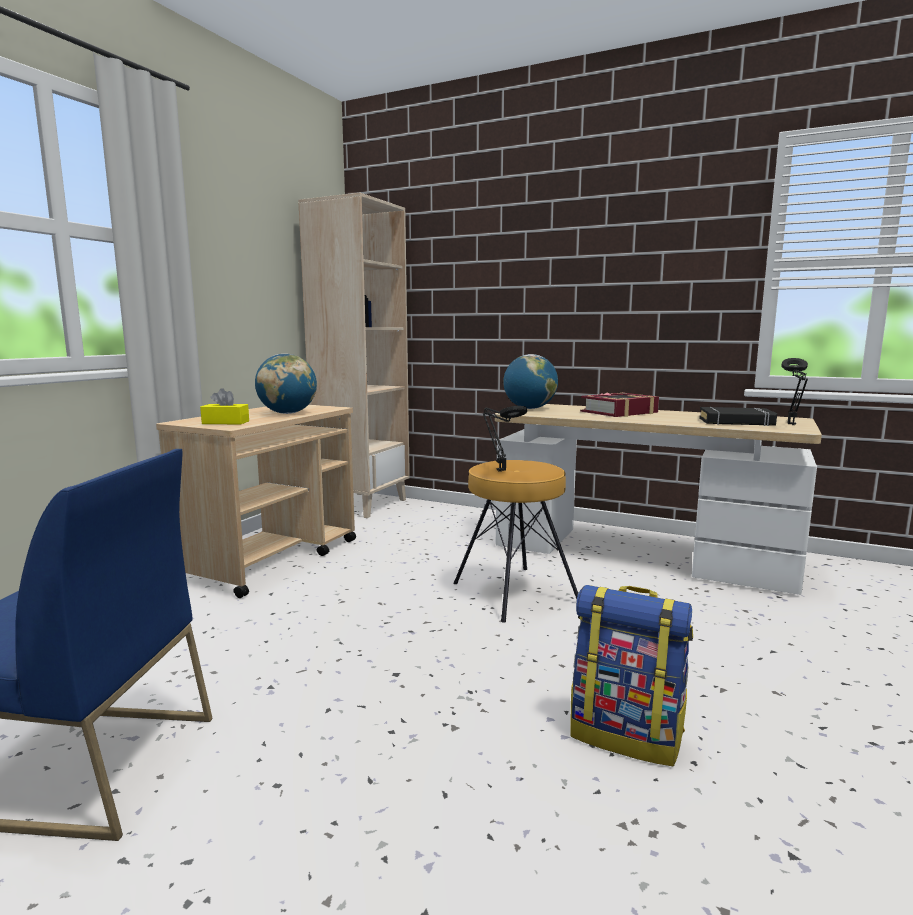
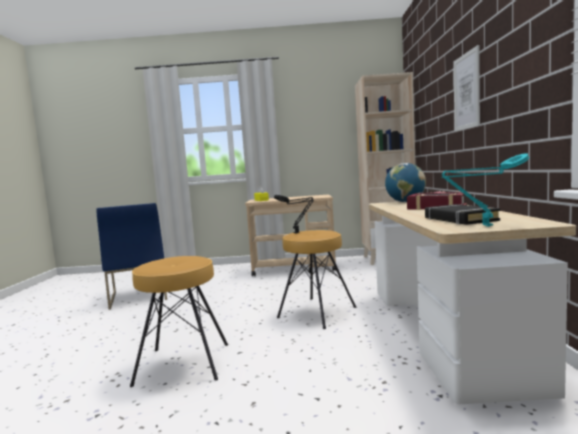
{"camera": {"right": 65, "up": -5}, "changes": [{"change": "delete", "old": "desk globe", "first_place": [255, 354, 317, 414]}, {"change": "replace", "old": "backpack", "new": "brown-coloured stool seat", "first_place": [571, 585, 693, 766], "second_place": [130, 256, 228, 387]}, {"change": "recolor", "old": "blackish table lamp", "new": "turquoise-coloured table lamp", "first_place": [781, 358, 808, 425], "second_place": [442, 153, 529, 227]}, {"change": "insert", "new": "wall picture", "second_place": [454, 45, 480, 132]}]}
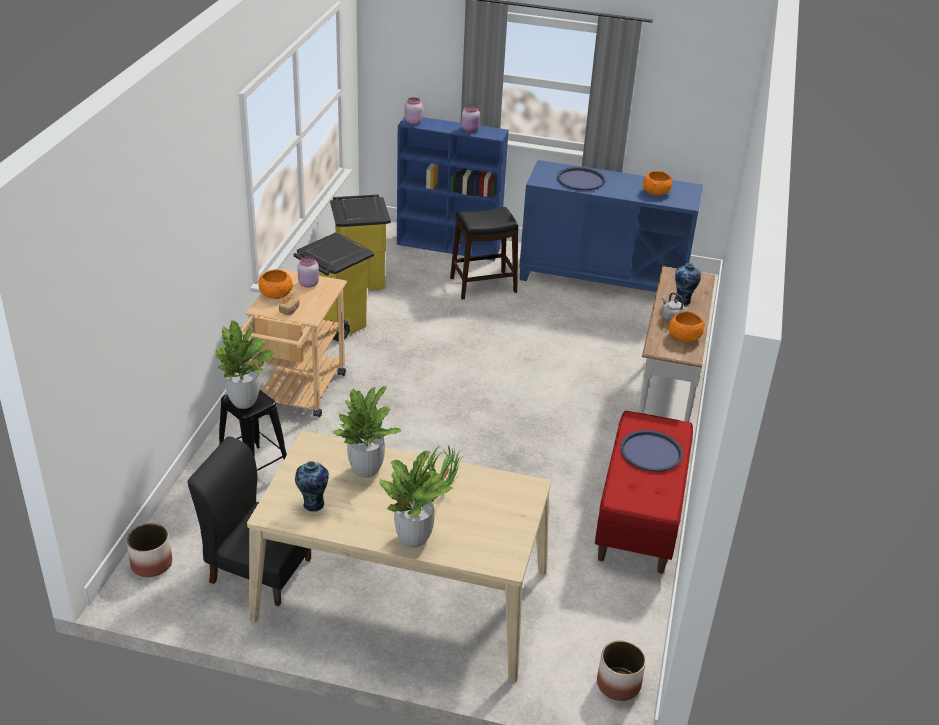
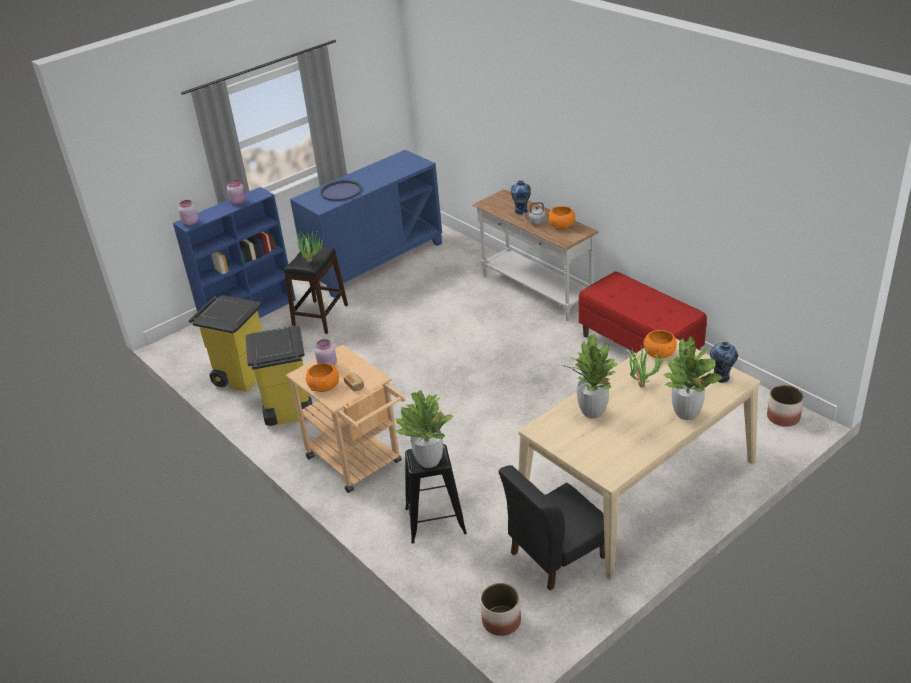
{"camera": {"right": -50, "up": 0}, "changes": [{"change": "move", "old": "flower vase", "first_place": [295, 461, 329, 512], "second_place": [710, 341, 738, 383]}, {"change": "delete", "old": "blue serving tray", "first_place": [620, 430, 683, 472]}, {"change": "move", "old": "orange deep dish", "first_place": [642, 171, 672, 195], "second_place": [644, 330, 677, 359]}, {"change": "insert", "new": "houseplant", "second_place": [297, 230, 324, 263]}]}
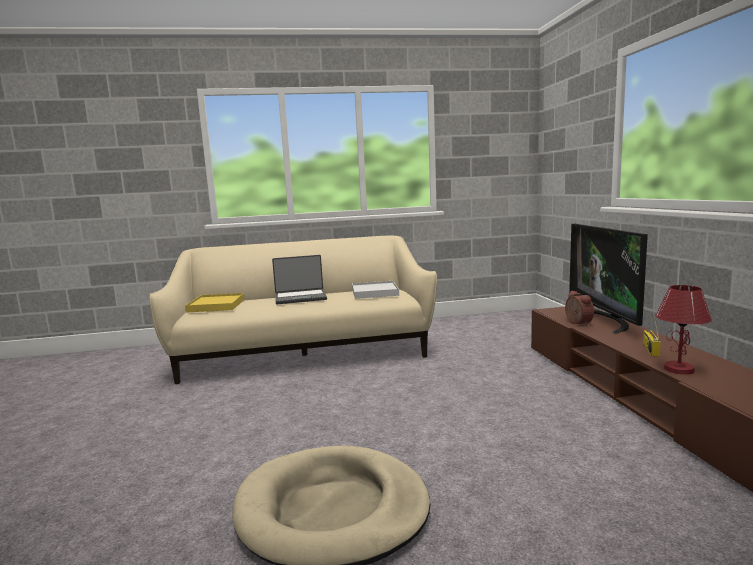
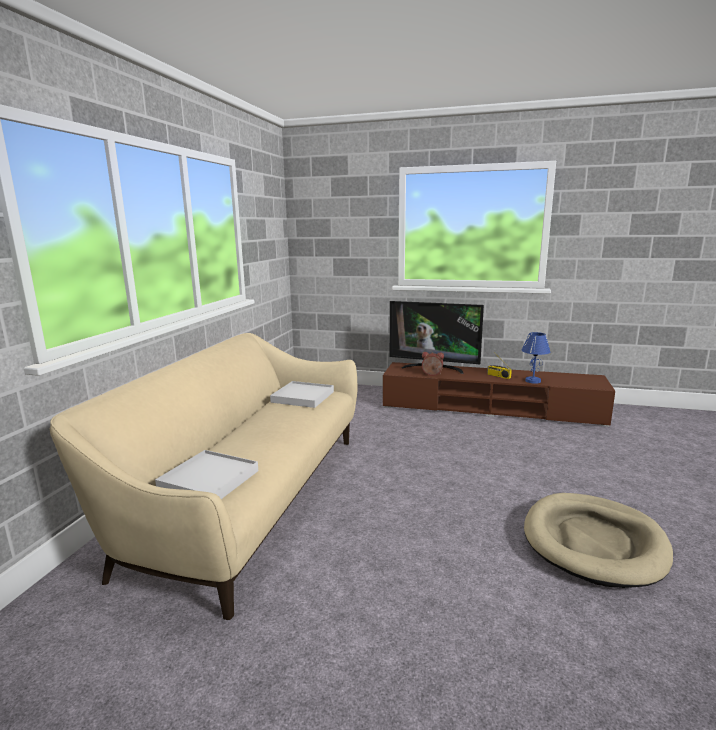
{"camera": {"right": -65, "up": 5}, "changes": [{"change": "recolor", "old": "yellow serving tray", "new": "white-coloured serving tray", "first_place": [185, 293, 245, 313], "second_place": [155, 450, 258, 499]}, {"change": "delete", "old": "notebook computer", "first_place": [272, 255, 327, 304]}, {"change": "recolor", "old": "red-coloured table lamp", "new": "blue table lamp", "first_place": [656, 285, 712, 375], "second_place": [522, 332, 550, 384]}]}
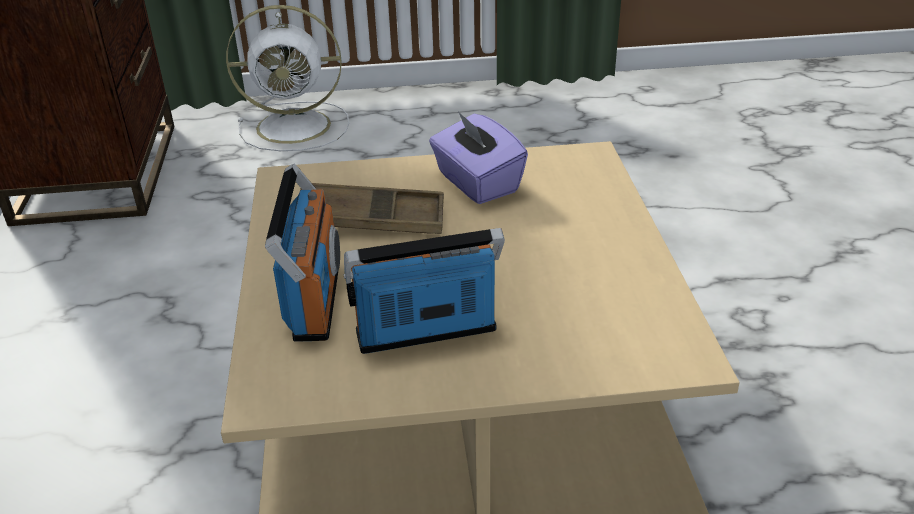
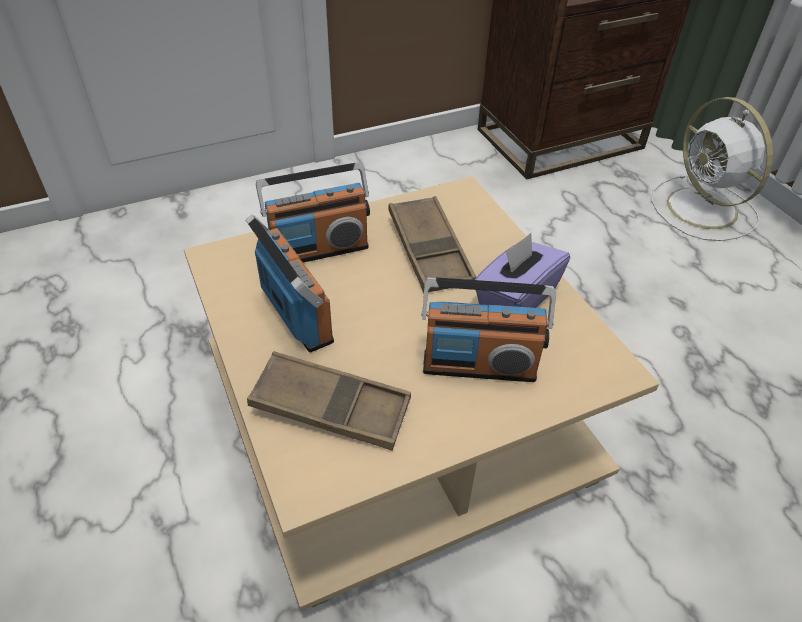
{"camera": {"right": 70, "up": 10}, "changes": [{"change": "insert", "new": "brown-coloured serving tray", "second_place": [247, 351, 411, 451]}, {"change": "insert", "new": "radio", "second_place": [421, 277, 556, 382]}]}
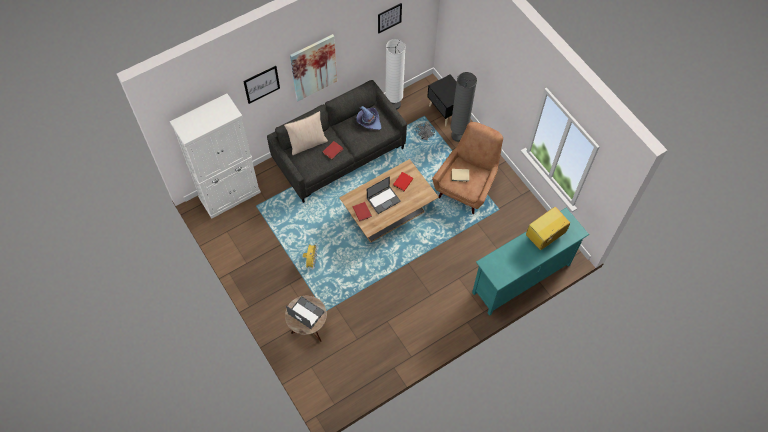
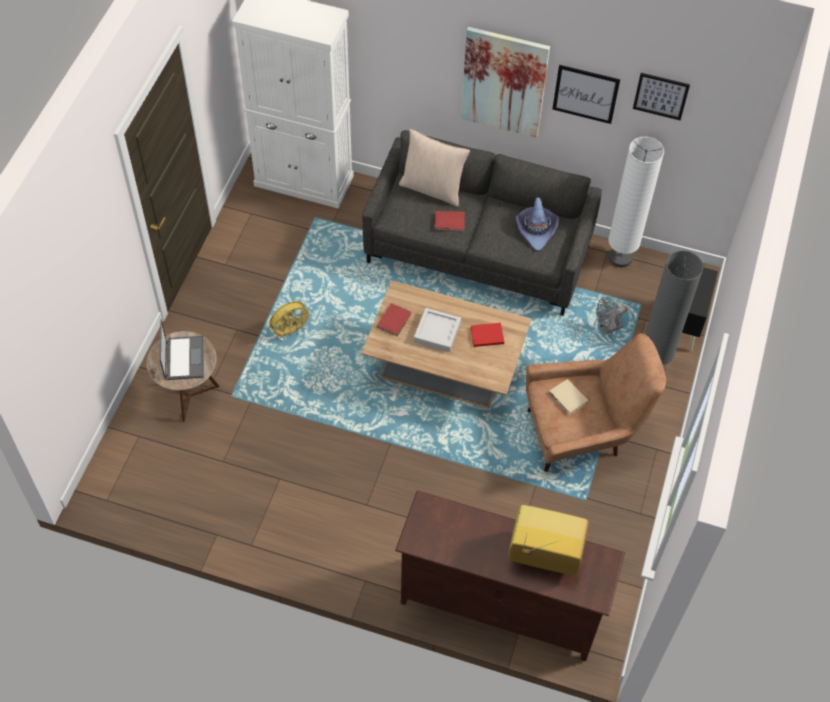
{"camera": {"right": 50, "up": -5}, "changes": [{"change": "move", "old": "wall picture", "first_place": [243, 66, 280, 104], "second_place": [552, 65, 620, 124]}, {"change": "replace", "old": "notebook computer", "new": "gray serving tray", "first_place": [367, 176, 401, 214], "second_place": [414, 308, 461, 352]}, {"change": "recolor", "old": "turquoise-coloured tv stand", "new": "brown-coloured tv stand", "first_place": [472, 208, 589, 316], "second_place": [395, 490, 625, 661]}]}
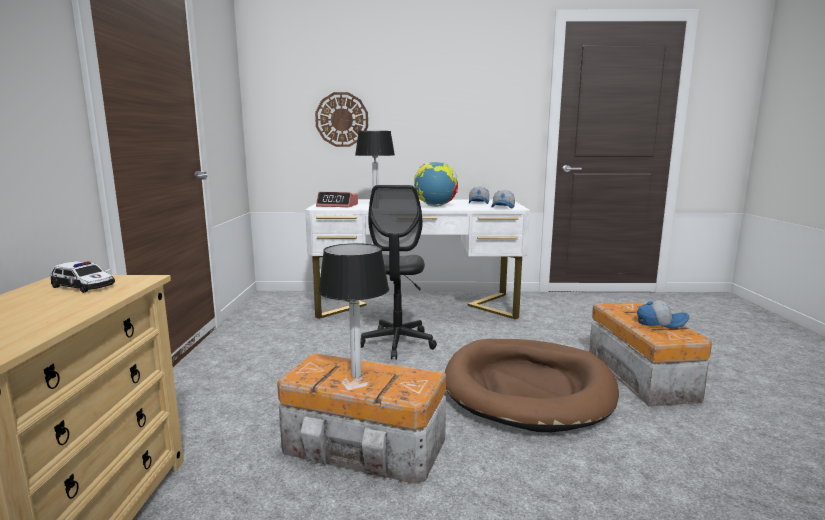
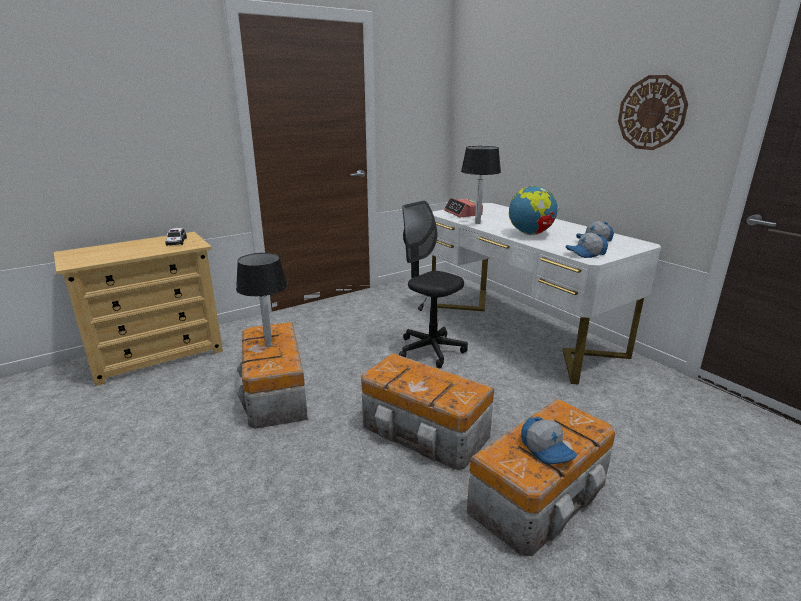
{"camera": {"right": 55, "up": 10}, "changes": [{"change": "move", "old": "clock on the wall", "first_place": [315, 92, 368, 147], "second_place": [618, 75, 688, 150]}, {"change": "rotate", "old": "blackish desk chair", "first_place": [360, 185, 437, 360], "second_place": [399, 200, 468, 368], "degrees": 75}, {"change": "replace", "old": "brown-coloured dog bed", "new": "storage container", "first_place": [445, 339, 619, 432], "second_place": [361, 353, 494, 470]}]}
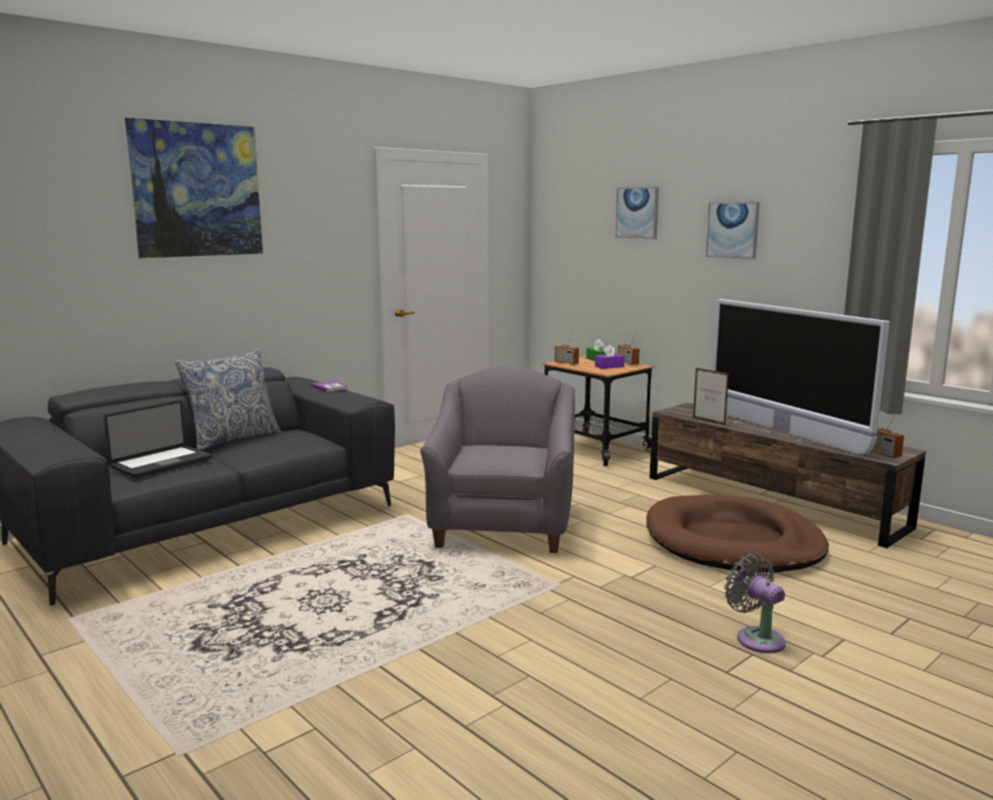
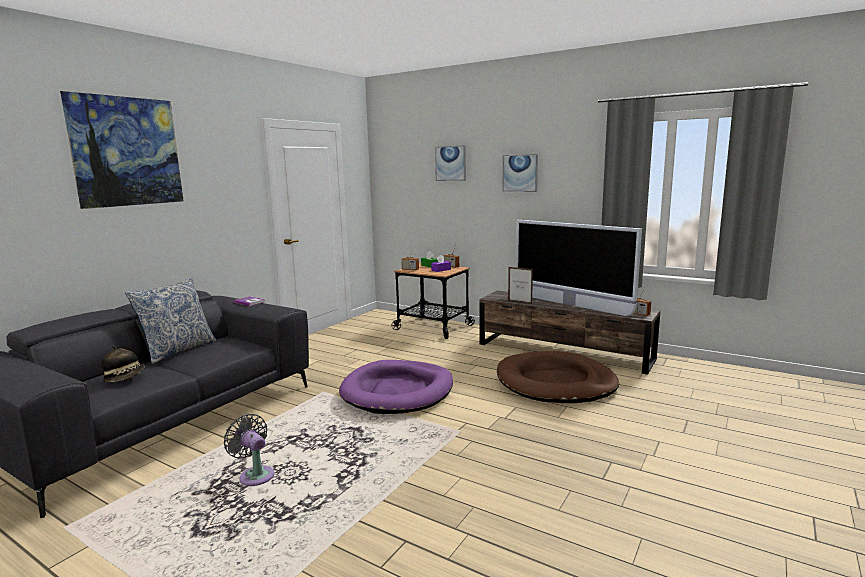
{"camera": {"right": -15, "up": 0}, "changes": [{"change": "replace", "old": "notebook computer", "new": "clothing hat", "first_place": [104, 400, 212, 478], "second_place": [102, 346, 145, 382]}, {"change": "replace", "old": "gray lounge chair", "new": "purplish dog bed", "first_place": [420, 367, 575, 553], "second_place": [339, 360, 453, 414]}, {"change": "move", "old": "gray fan", "first_place": [724, 553, 786, 653], "second_place": [224, 414, 275, 486]}]}
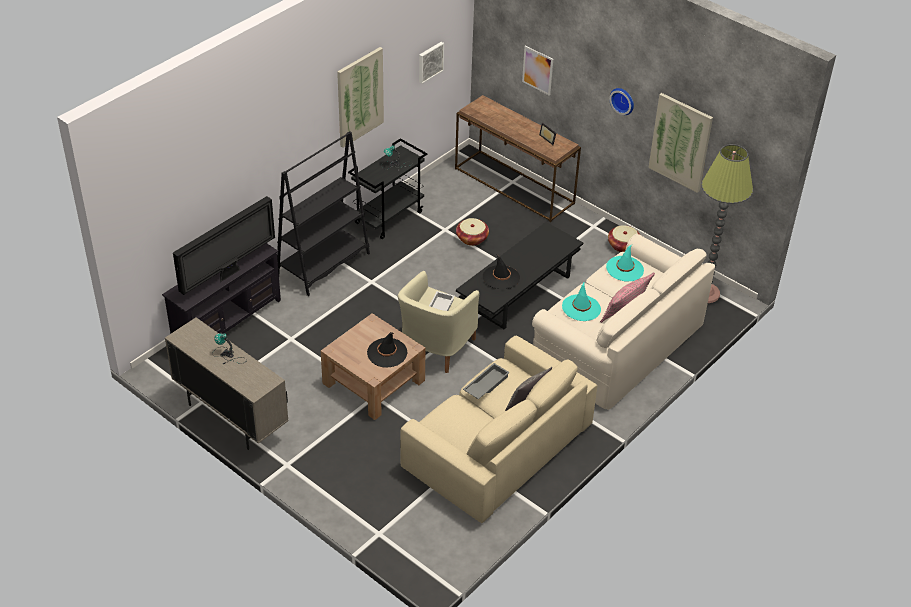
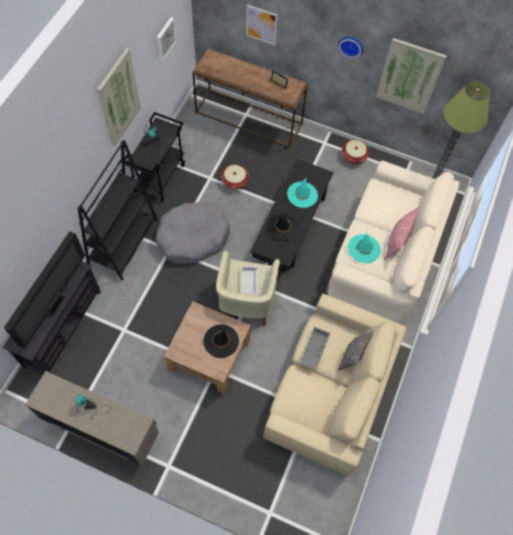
{"camera": {"right": -20, "up": 20}, "changes": [{"change": "move", "old": "turquoise-coloured clothing hat", "first_place": [606, 245, 644, 281], "second_place": [287, 178, 318, 208]}, {"change": "insert", "new": "gray dog bed", "second_place": [156, 202, 230, 264]}]}
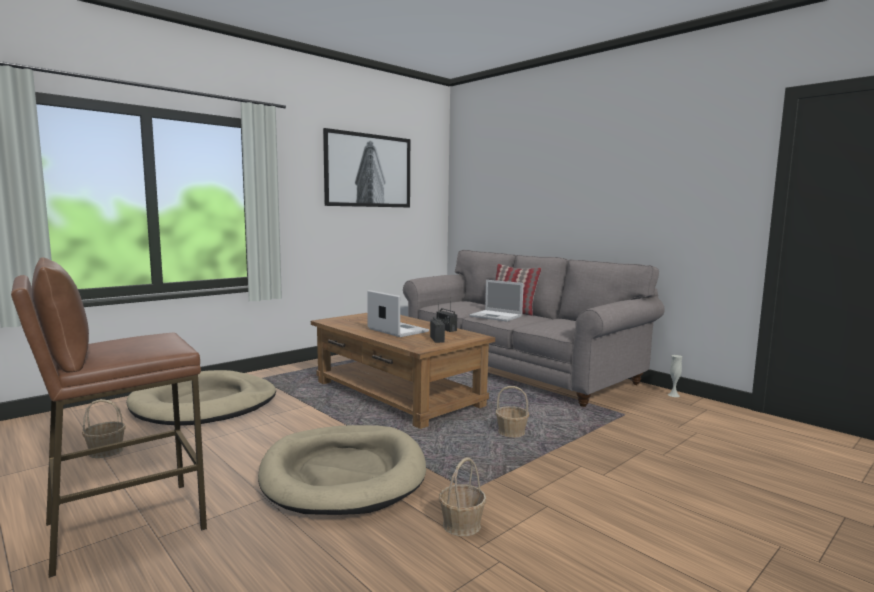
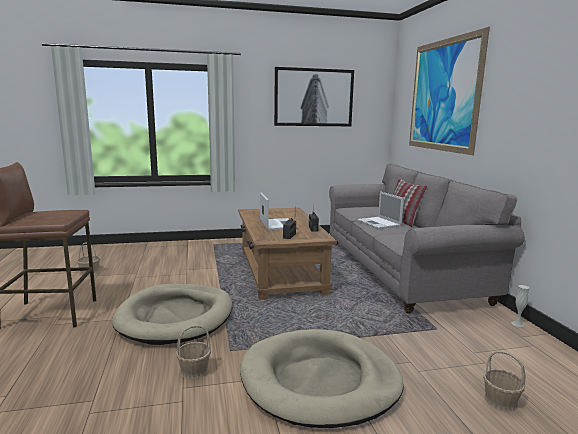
{"camera": {"right": 30, "up": 5}, "changes": [{"change": "move", "old": "sand-coloured dog bed", "first_place": [126, 370, 276, 426], "second_place": [240, 329, 404, 428]}, {"change": "move", "old": "household basket", "first_place": [496, 386, 529, 437], "second_place": [483, 351, 526, 412]}, {"change": "insert", "new": "wall picture", "second_place": [409, 27, 490, 155]}]}
